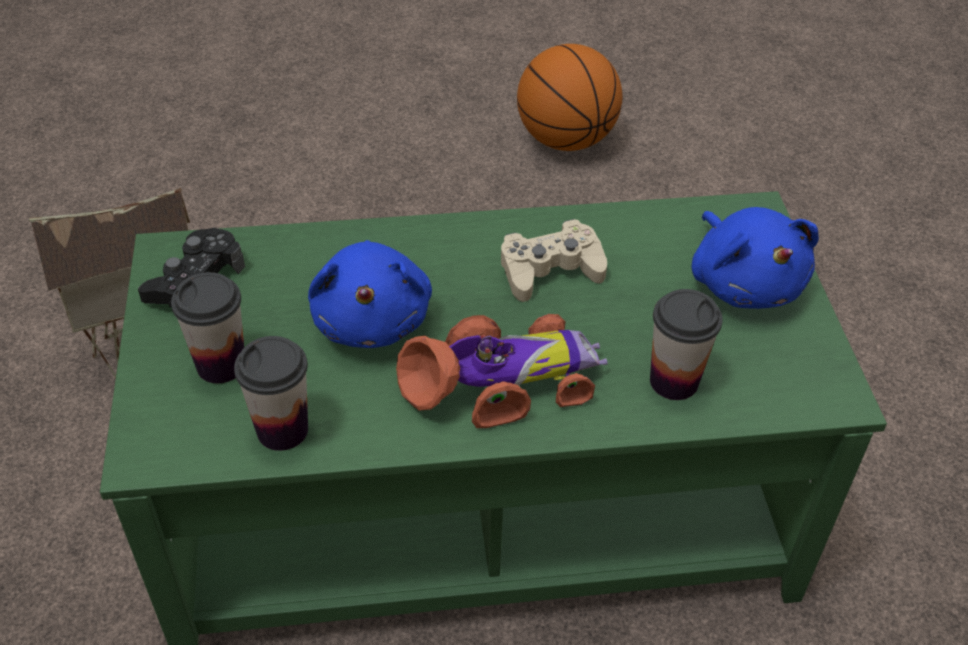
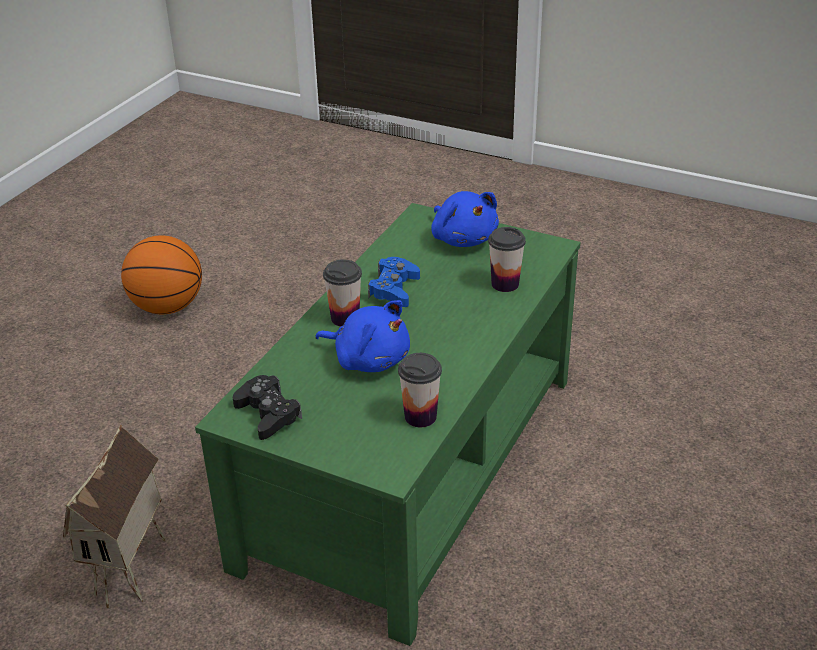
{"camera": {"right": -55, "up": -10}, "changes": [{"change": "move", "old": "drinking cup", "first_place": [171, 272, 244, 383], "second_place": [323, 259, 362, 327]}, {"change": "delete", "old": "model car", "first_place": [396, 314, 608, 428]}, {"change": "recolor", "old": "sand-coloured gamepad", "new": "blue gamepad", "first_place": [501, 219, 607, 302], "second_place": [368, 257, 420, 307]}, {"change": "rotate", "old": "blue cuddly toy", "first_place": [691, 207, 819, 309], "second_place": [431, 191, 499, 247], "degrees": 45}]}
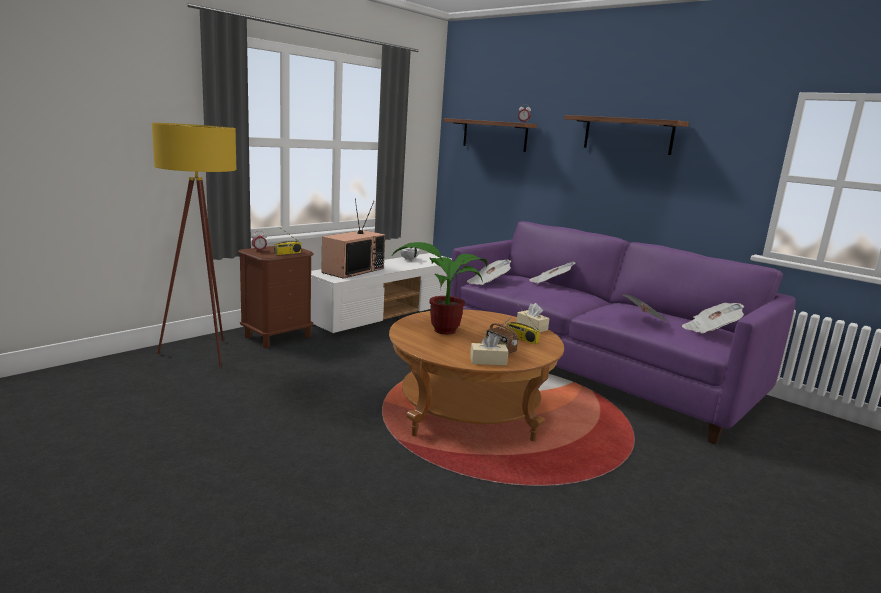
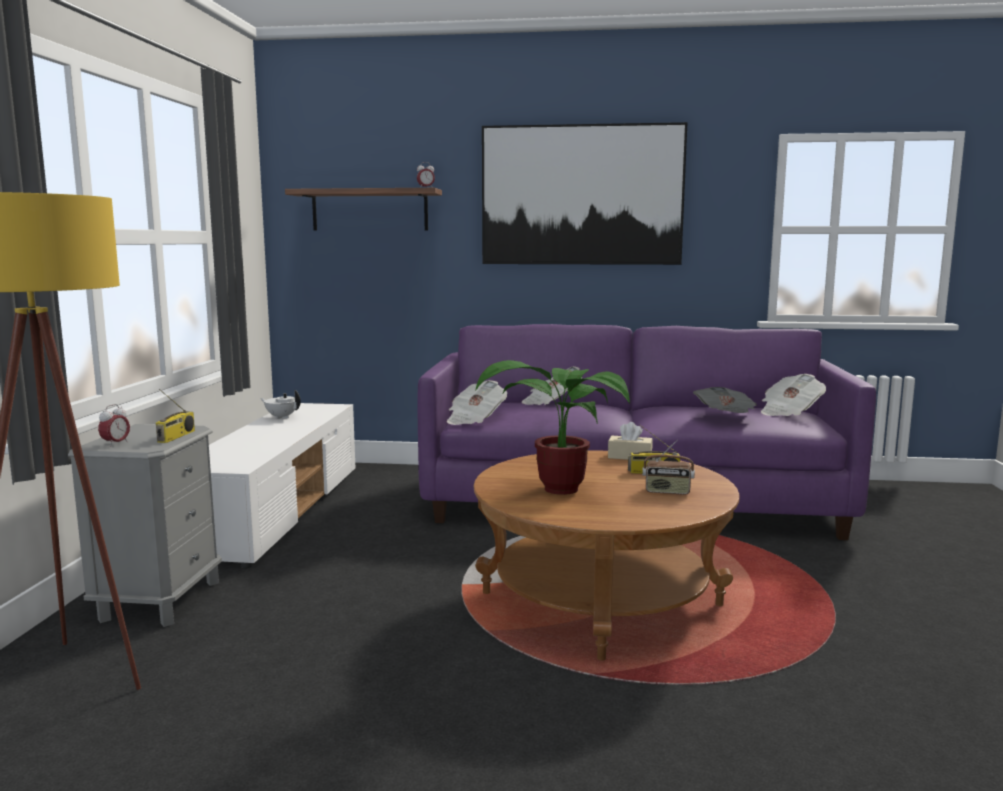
{"camera": {"right": -35, "up": -5}, "changes": [{"change": "recolor", "old": "brown-coloured nightstand", "new": "gray nightstand", "first_place": [238, 246, 314, 348], "second_place": [68, 424, 222, 627]}, {"change": "delete", "old": "television", "first_place": [321, 198, 385, 279]}, {"change": "delete", "old": "sand-coloured tissue holder", "first_place": [470, 333, 509, 366]}, {"change": "replace", "old": "wall shelf", "new": "wall picture", "first_place": [564, 115, 689, 155], "second_place": [482, 122, 688, 265]}]}
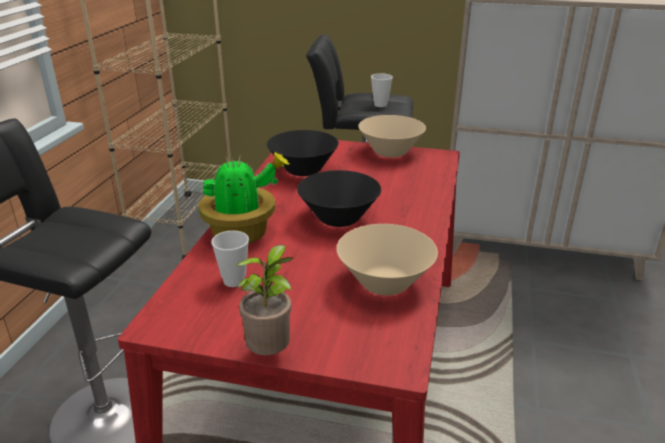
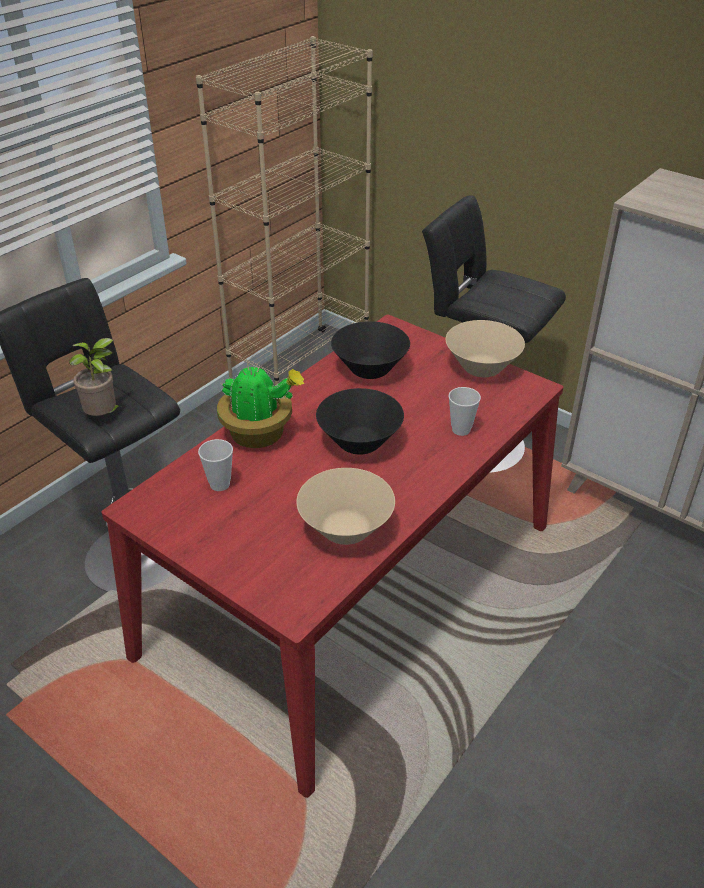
{"camera": {"right": 25, "up": 10}, "changes": [{"change": "move", "old": "houseplant", "first_place": [236, 245, 294, 356], "second_place": [69, 338, 123, 416]}, {"change": "move", "old": "drinking cup", "first_place": [371, 73, 393, 107], "second_place": [449, 387, 481, 436]}]}
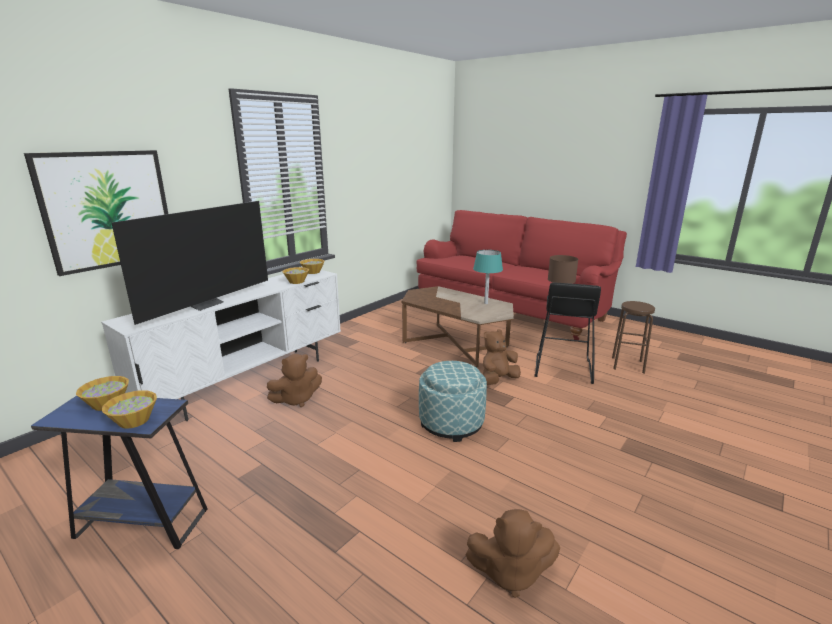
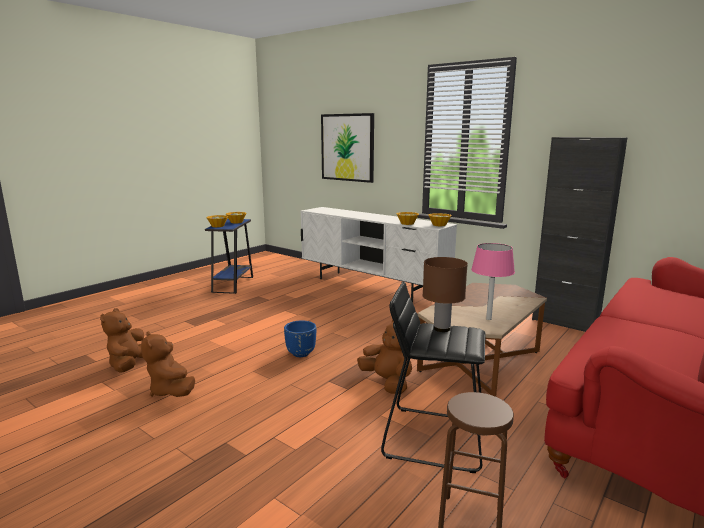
{"camera": {"right": 90, "up": -5}, "changes": [{"change": "delete", "old": "television", "first_place": [112, 201, 268, 325]}, {"change": "move", "old": "brown-coloured cuddly toy", "first_place": [267, 354, 322, 407], "second_place": [141, 331, 195, 397]}, {"change": "replace", "old": "ottoman", "new": "blue flower pot", "first_place": [419, 361, 487, 442], "second_place": [284, 321, 317, 357]}, {"change": "recolor", "old": "turquoise-coloured table lamp", "new": "pink-coloured table lamp", "first_place": [473, 250, 503, 304], "second_place": [471, 243, 515, 320]}, {"change": "insert", "new": "blackish storage cabinet", "second_place": [532, 137, 627, 332]}]}
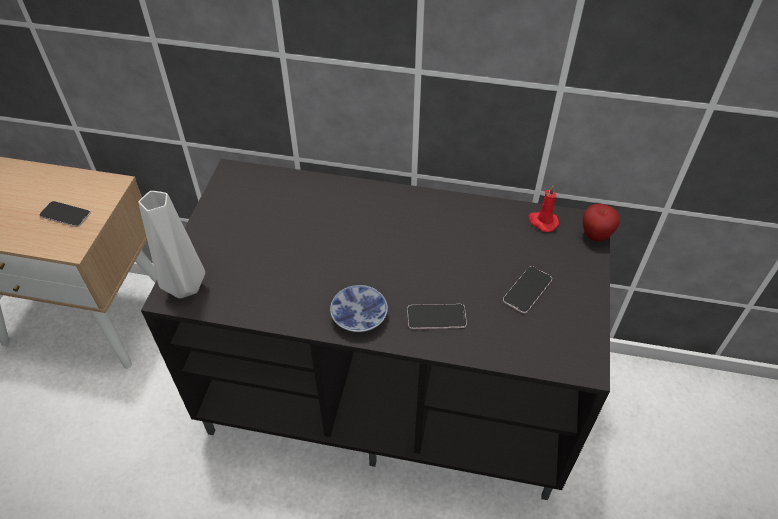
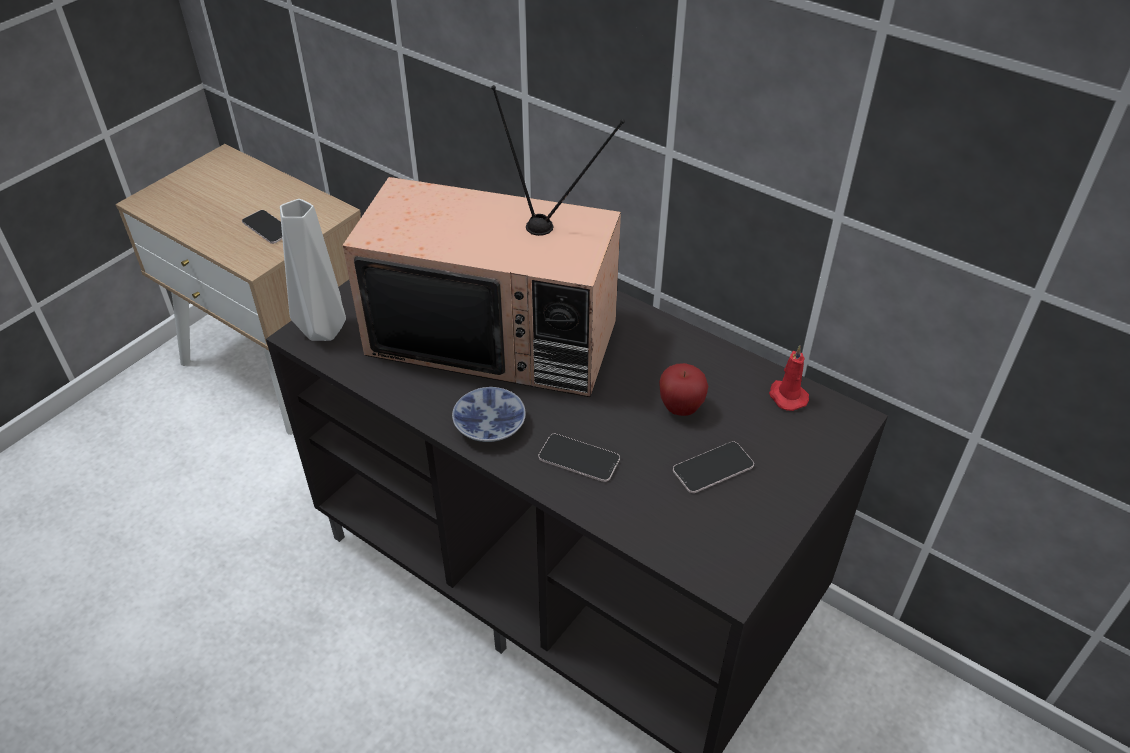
{"camera": {"right": 25, "up": -5}, "changes": [{"change": "move", "old": "apple fruit", "first_place": [583, 204, 620, 242], "second_place": [659, 363, 708, 416]}, {"change": "insert", "new": "television", "second_place": [343, 85, 625, 397]}]}
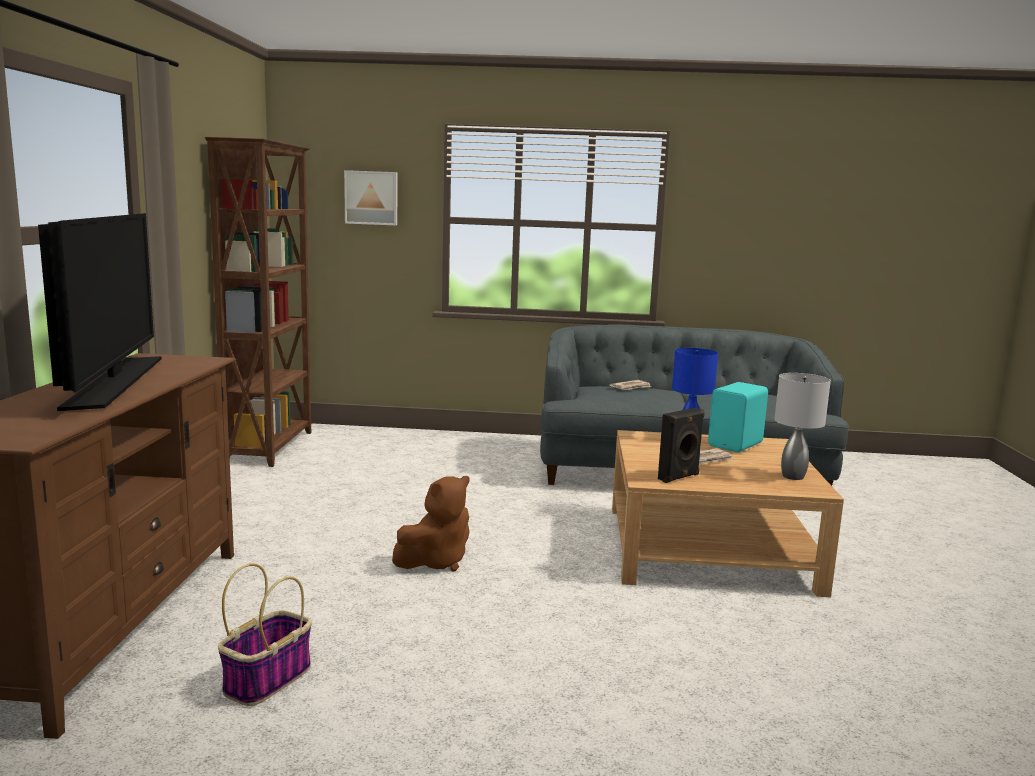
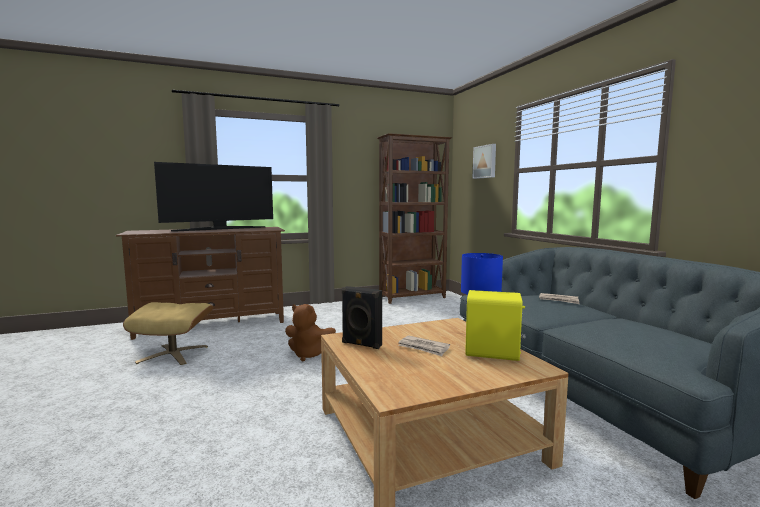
{"camera": {"right": 65, "up": -5}, "changes": [{"change": "replace", "old": "household basket", "new": "sand-coloured ottoman", "first_place": [218, 563, 312, 706], "second_place": [123, 302, 213, 365]}, {"change": "recolor", "old": "turquoise-coloured audio speaker", "new": "yellow audio speaker", "first_place": [708, 382, 768, 452], "second_place": [465, 290, 526, 361]}, {"change": "delete", "old": "gray table lamp", "first_place": [774, 373, 831, 480]}]}
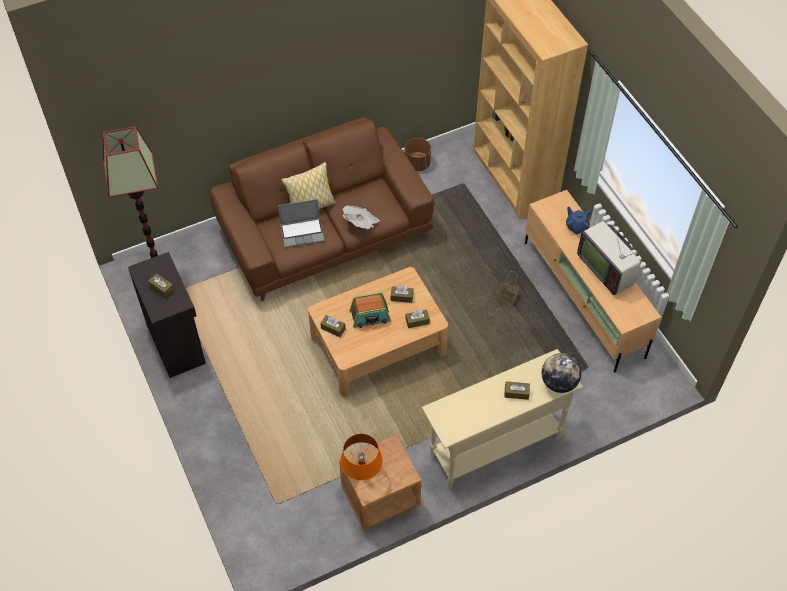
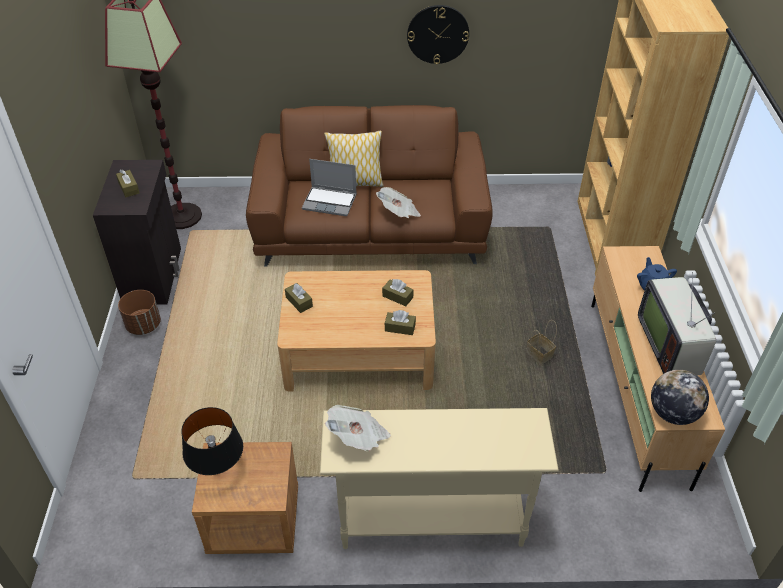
{"camera": {"right": 25, "up": -10}, "changes": [{"change": "recolor", "old": "orange table lamp", "new": "blackish table lamp", "first_place": [340, 433, 383, 480], "second_place": [181, 407, 243, 475]}, {"change": "delete", "old": "radio", "first_place": [350, 292, 391, 328]}, {"change": "move", "old": "brown-coloured flower pot", "first_place": [405, 138, 431, 171], "second_place": [118, 290, 161, 335]}, {"change": "delete", "old": "brown-coloured tissue holder", "first_place": [504, 381, 530, 400]}, {"change": "move", "old": "desk globe", "first_place": [542, 353, 582, 393], "second_place": [651, 370, 709, 425]}, {"change": "insert", "new": "printed paper", "second_place": [325, 405, 391, 451]}, {"change": "insert", "new": "clock on the wall", "second_place": [407, 5, 469, 64]}]}
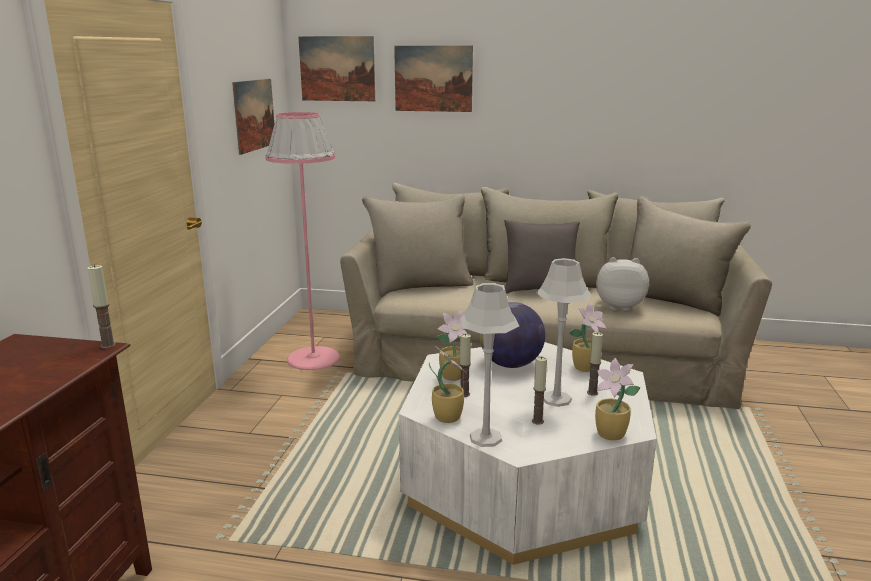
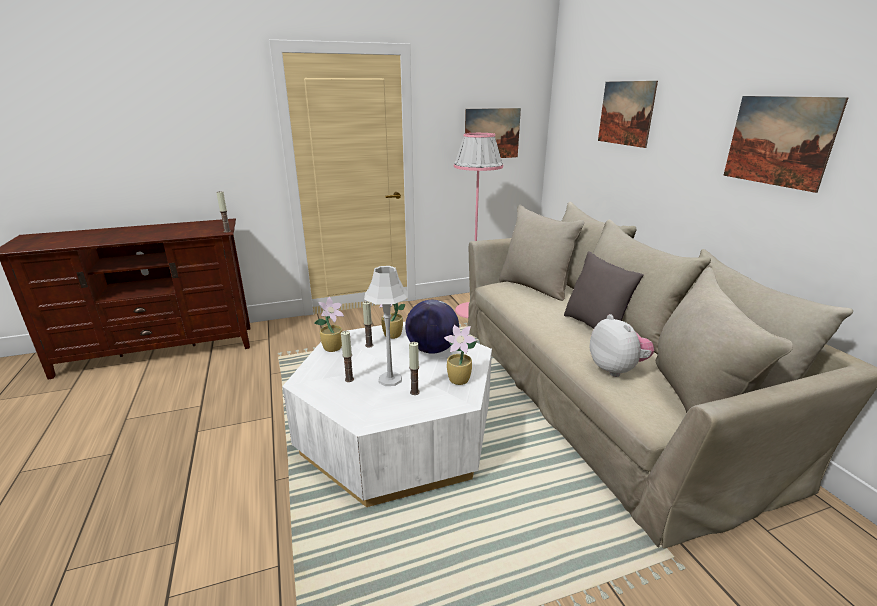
{"camera": {"right": 60, "up": 5}, "changes": [{"change": "move", "old": "wall picture", "first_place": [298, 36, 375, 101], "second_place": [723, 96, 849, 193]}, {"change": "delete", "old": "gray table lamp", "first_place": [460, 283, 519, 447]}, {"change": "delete", "old": "houseplant", "first_place": [595, 358, 640, 440]}]}
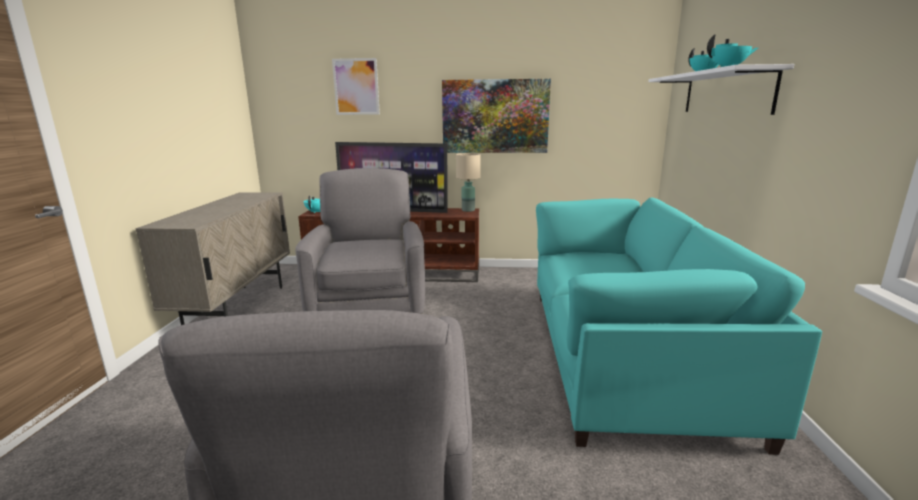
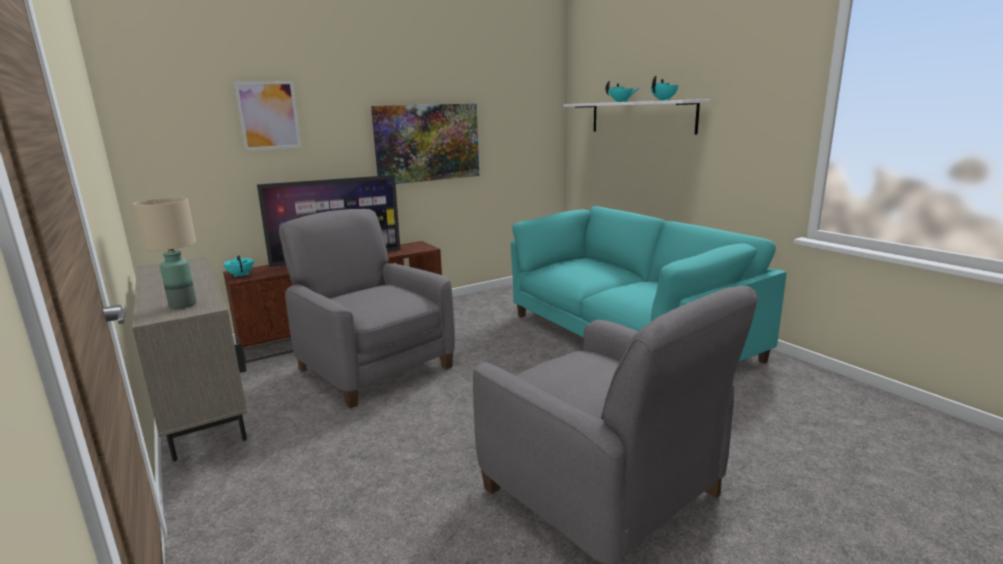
{"camera": {"right": -35, "up": 0}, "changes": [{"change": "move", "old": "sand-coloured table lamp", "first_place": [456, 153, 481, 212], "second_place": [133, 197, 197, 309]}]}
